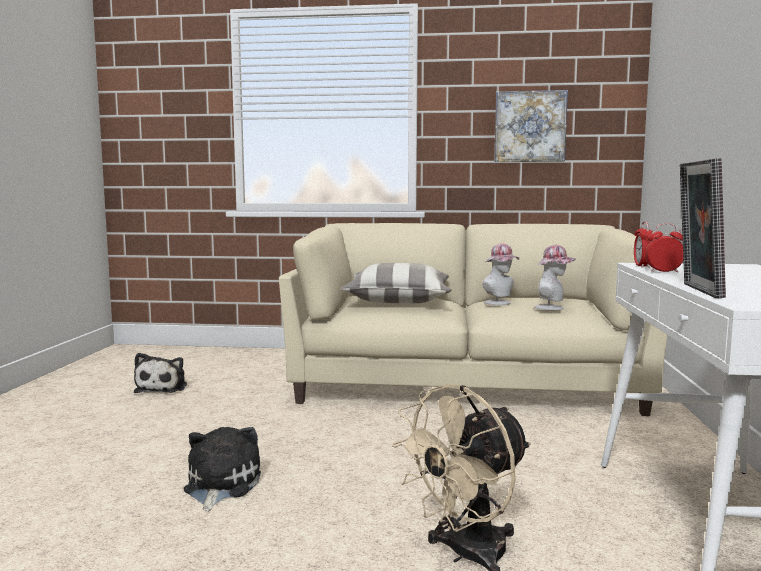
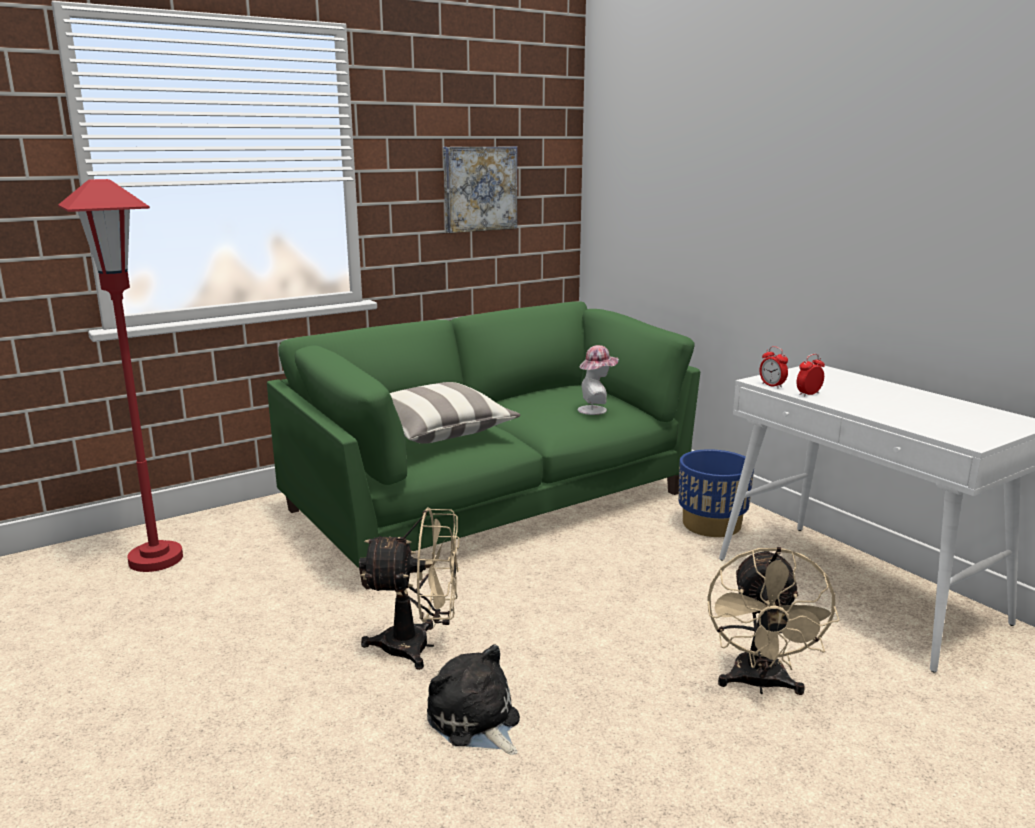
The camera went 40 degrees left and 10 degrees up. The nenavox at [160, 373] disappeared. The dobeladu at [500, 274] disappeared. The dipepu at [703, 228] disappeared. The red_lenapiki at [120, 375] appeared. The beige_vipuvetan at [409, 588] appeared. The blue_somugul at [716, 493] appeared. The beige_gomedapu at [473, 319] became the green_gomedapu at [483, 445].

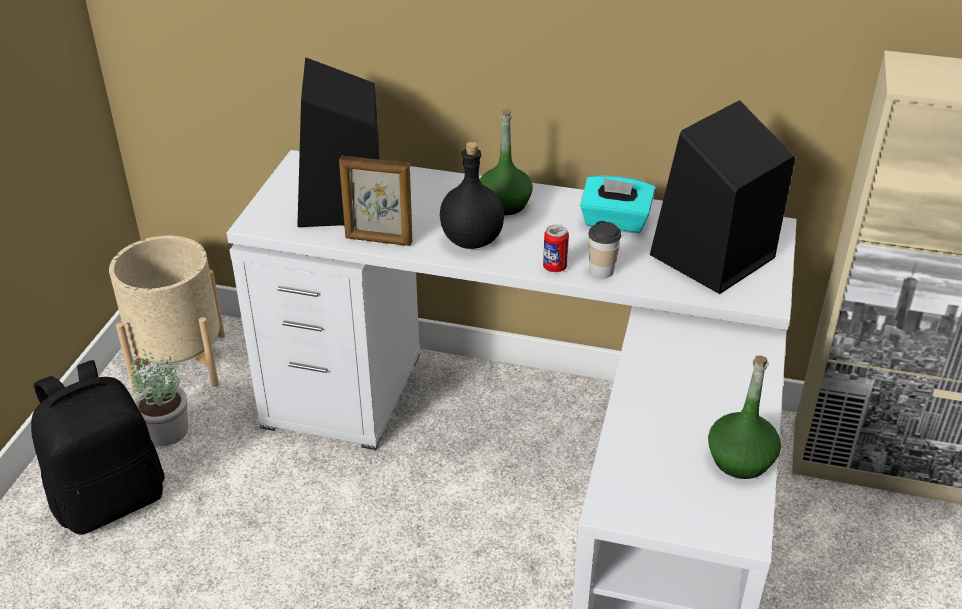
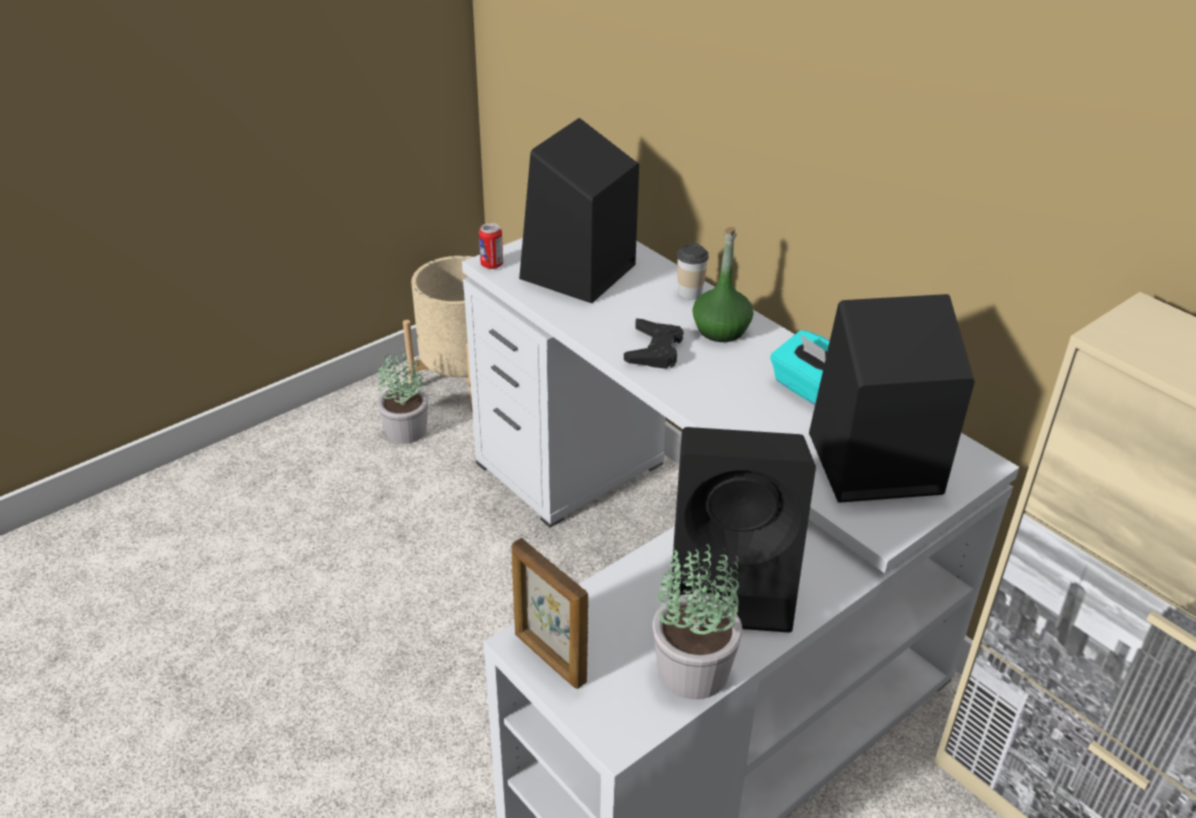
The camera went 35 degrees right and 0 degrees up. The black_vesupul at [98, 447] disappeared. The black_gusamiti at [743, 530] appeared. The dipepu moved from [375, 200] to [549, 613]. The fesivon moved from [556, 248] to [491, 246]. The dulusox moved from [604, 249] to [693, 271]. The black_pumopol at [472, 195] was replaced by the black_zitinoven at [654, 343]. The green_pumopol at [744, 417] was replaced by the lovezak at [698, 622].

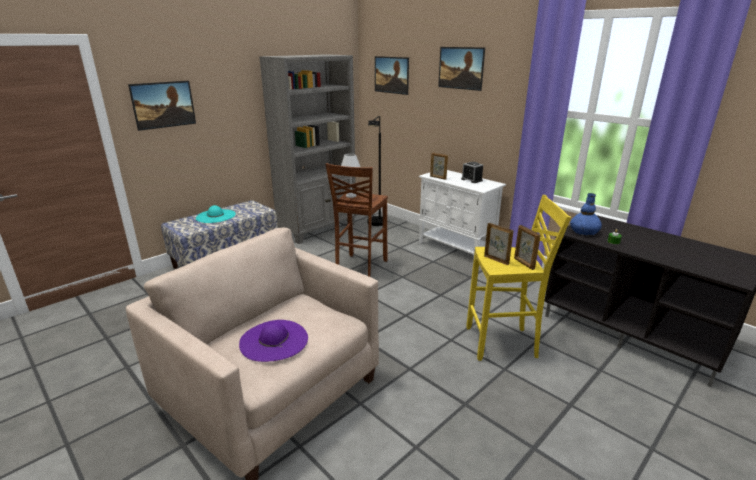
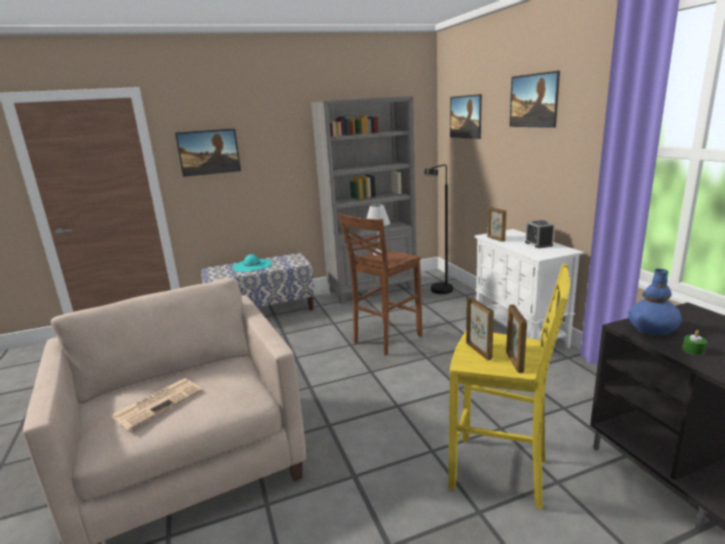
The camera went 25 degrees right and 5 degrees down. The purple_dobeladu at [273, 341] was replaced by the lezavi at [157, 404].

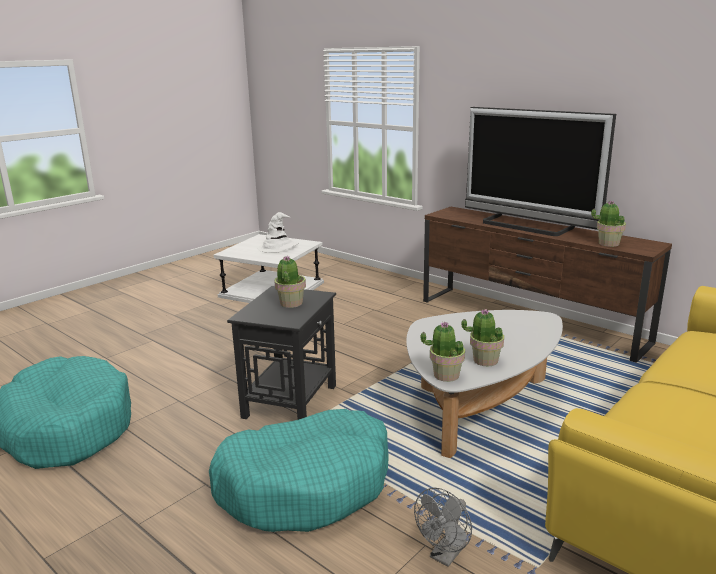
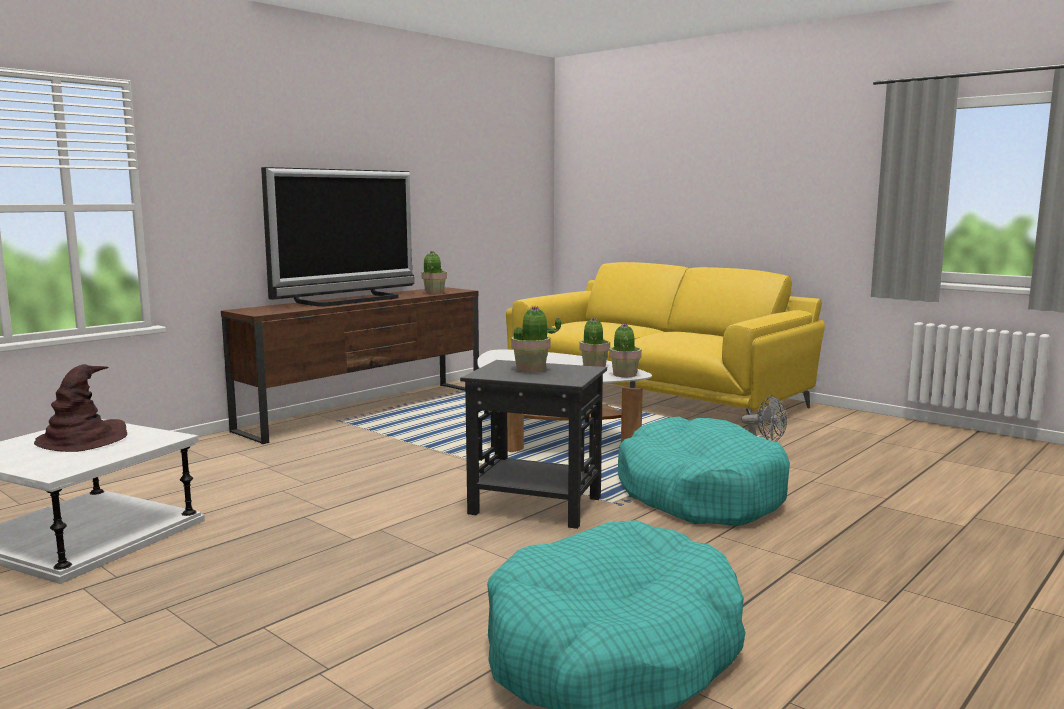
The camera went 90 degrees left and 10 degrees down. The white_dobeladu at [278, 232] became the brown_dobeladu at [80, 408].

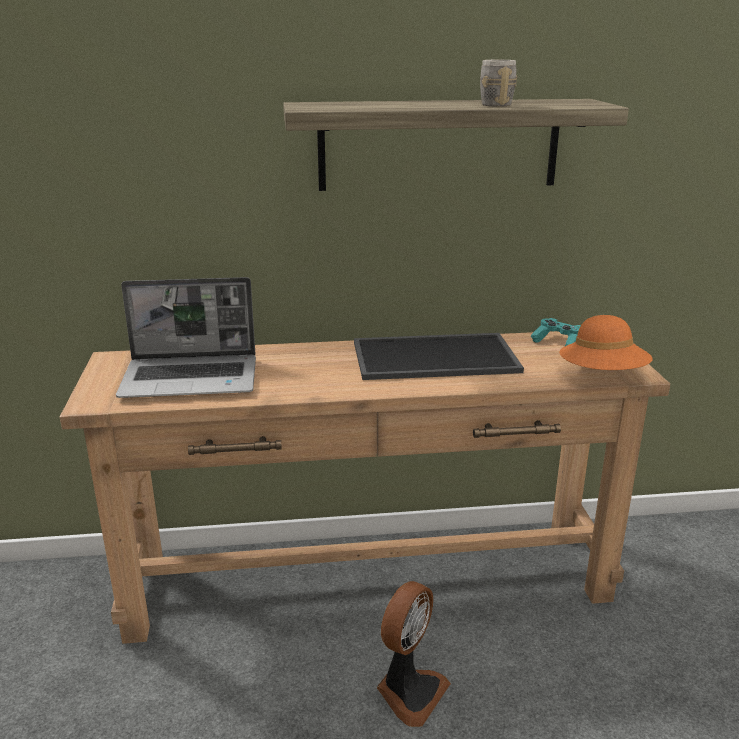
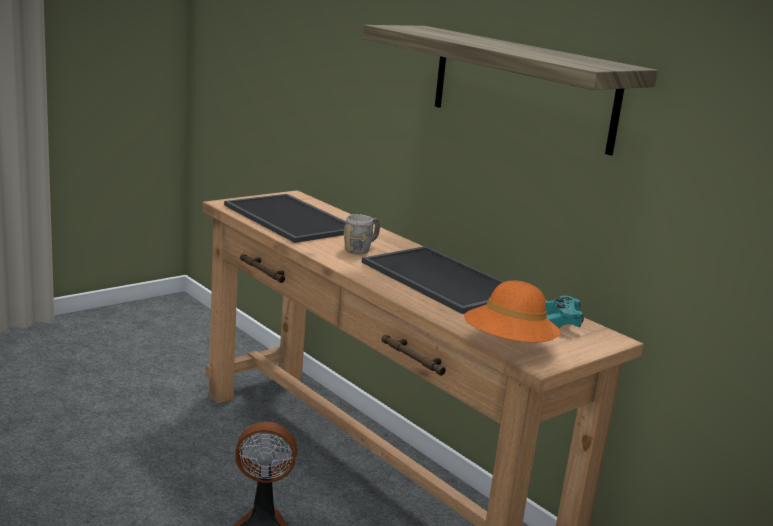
The camera went 55 degrees right and 5 degrees down. The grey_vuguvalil moved from [498, 83] to [362, 234]. The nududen at [186, 337] was replaced by the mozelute at [285, 218].

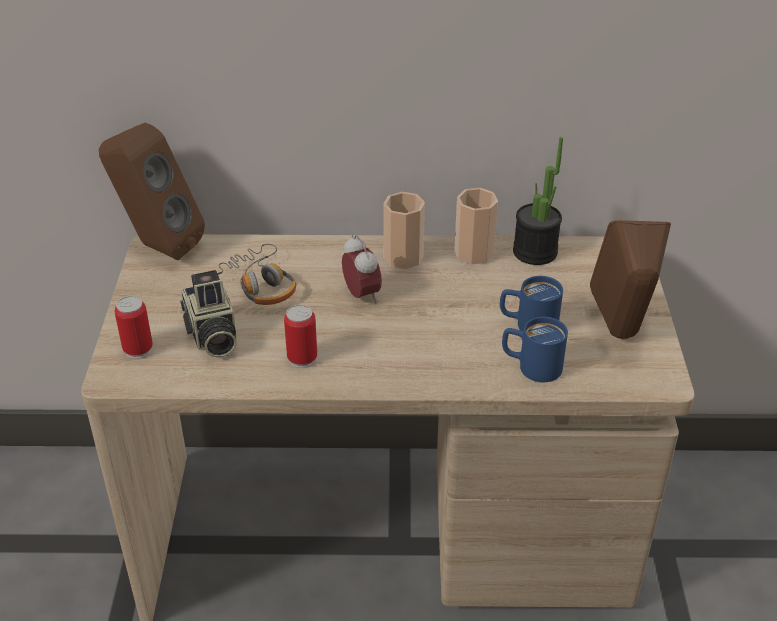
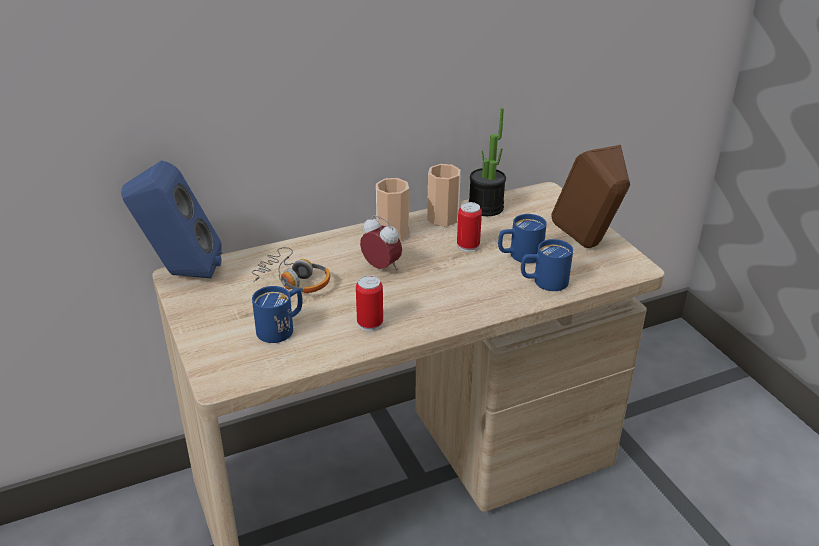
The camera went 25 degrees left and 5 degrees down. The fesivon moved from [134, 327] to [469, 227]. The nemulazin at [208, 314] was replaced by the blue_vuguvalil at [277, 314]. The brown_gusamiti at [152, 191] became the blue_gusamiti at [171, 219].

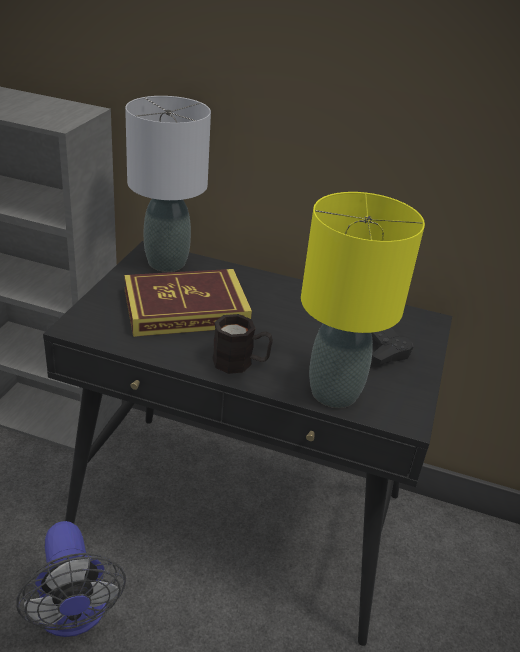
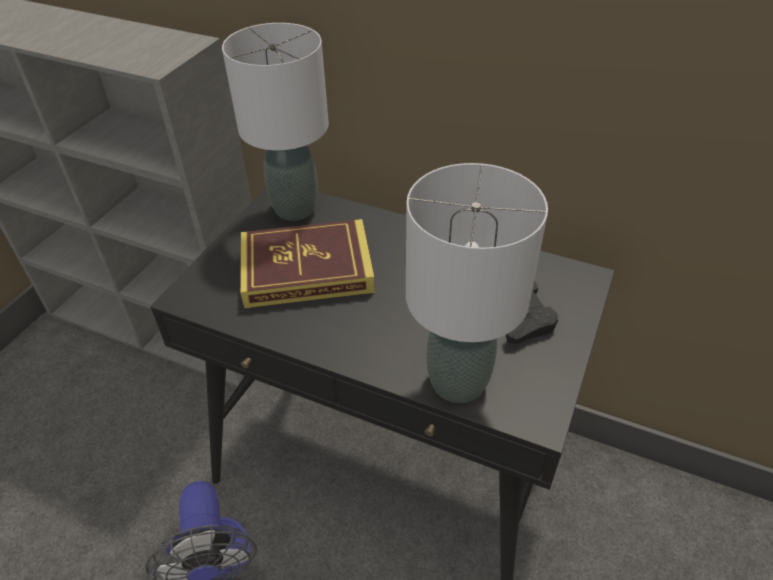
The camera went 10 degrees right and 10 degrees up. The black_vuguvalil at [242, 344] disappeared. The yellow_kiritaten at [363, 300] became the grey_kiritaten at [477, 283].

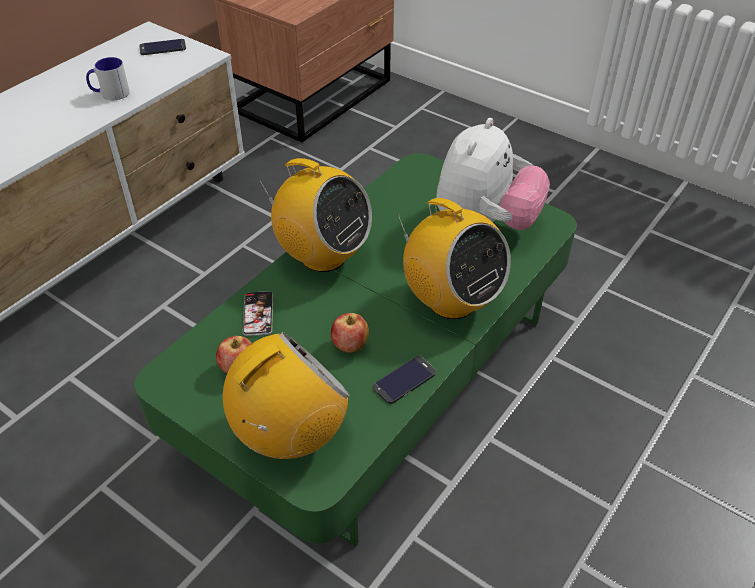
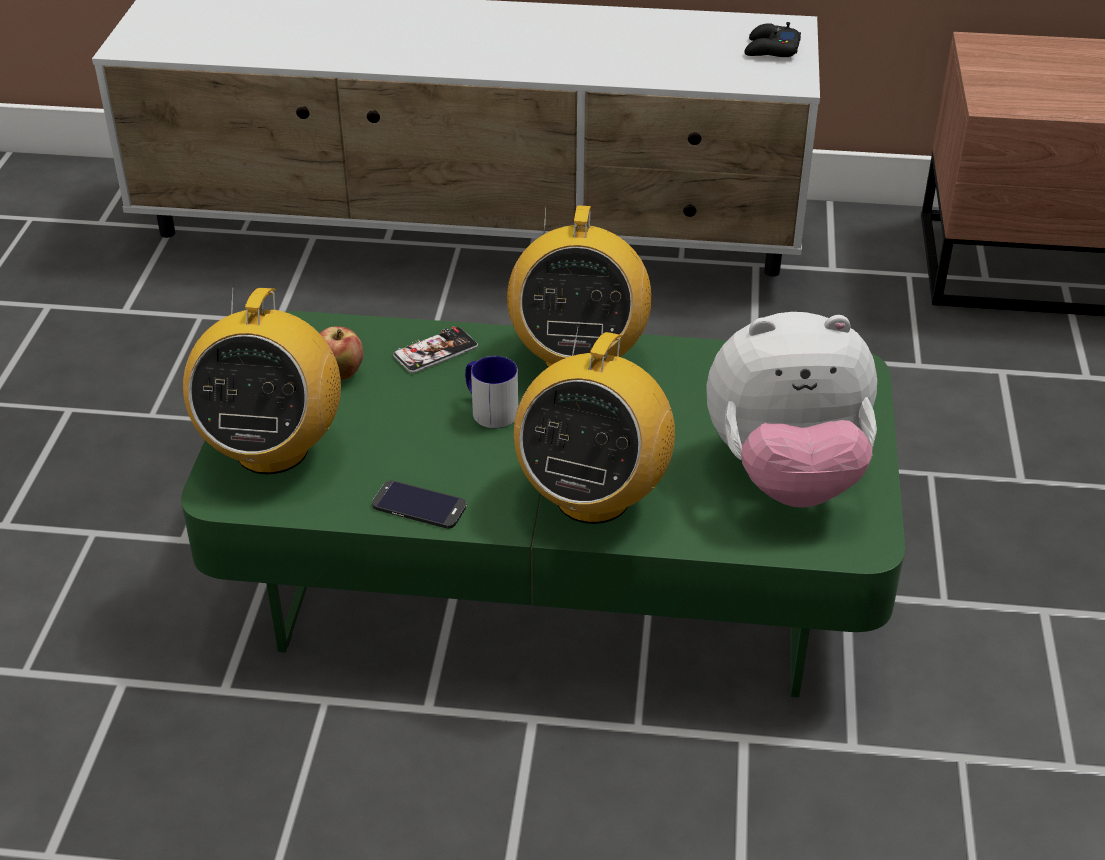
The camera went 60 degrees right and 5 degrees down. The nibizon at [350, 333] disappeared. The vuguvalil moved from [108, 78] to [491, 392]. The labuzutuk at [162, 47] was replaced by the black_zitinoven at [772, 39]. The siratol at [286, 395] turned 75 degrees clockwise.

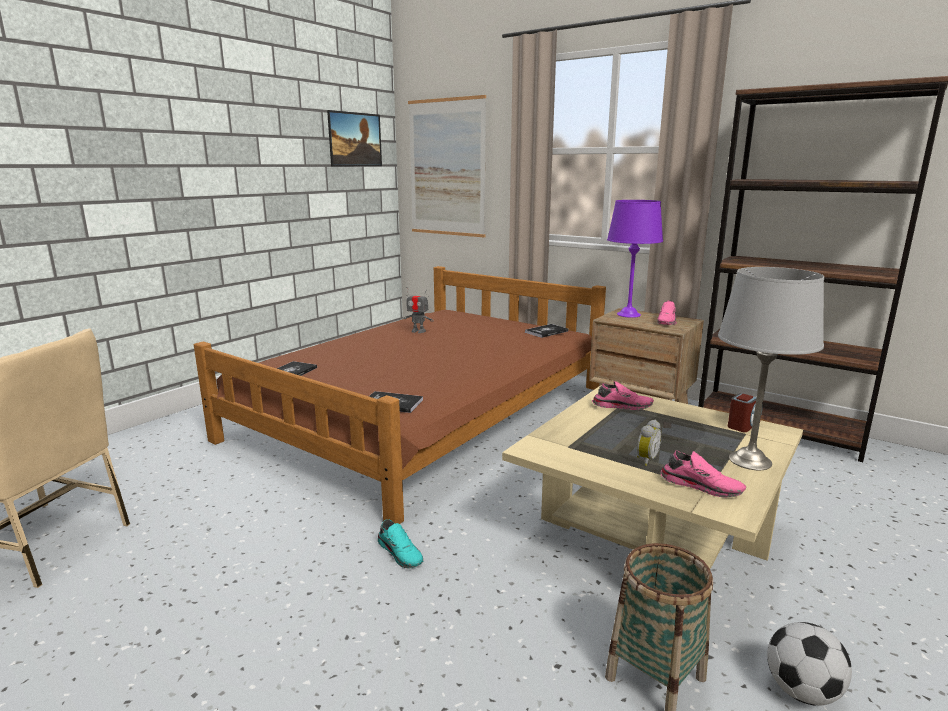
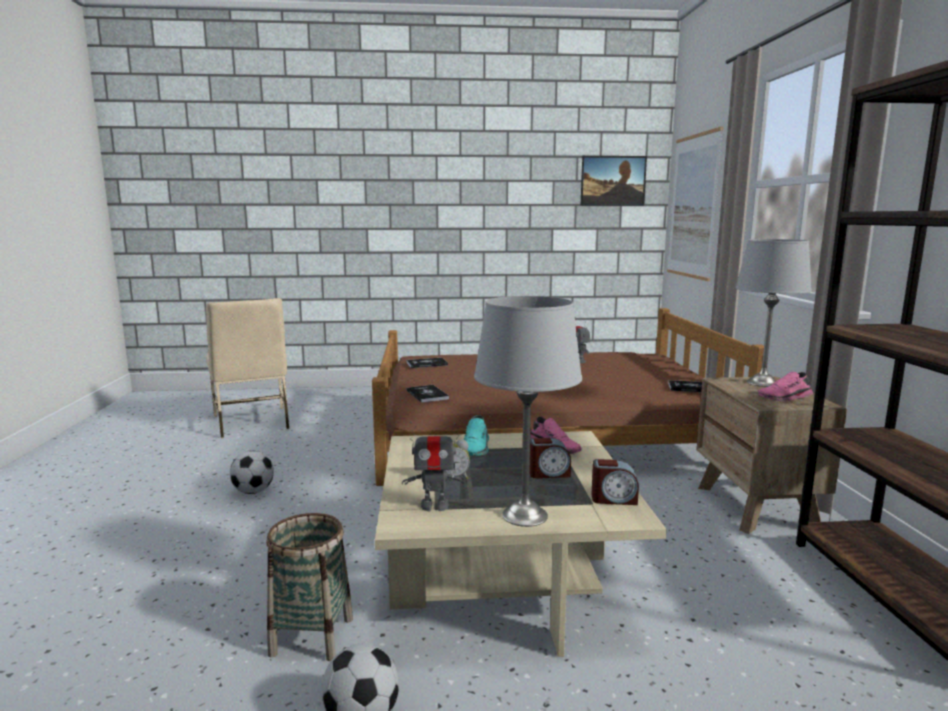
The camera went 50 degrees right and 5 degrees down. The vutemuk at [252, 472] appeared. The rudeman at [550, 458] appeared. The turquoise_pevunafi moved from [400, 544] to [476, 435]. The pink_pevunafi at [703, 474] was replaced by the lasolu at [434, 466]. The purple_kiritaten at [635, 259] became the grey_kiritaten at [773, 313].

